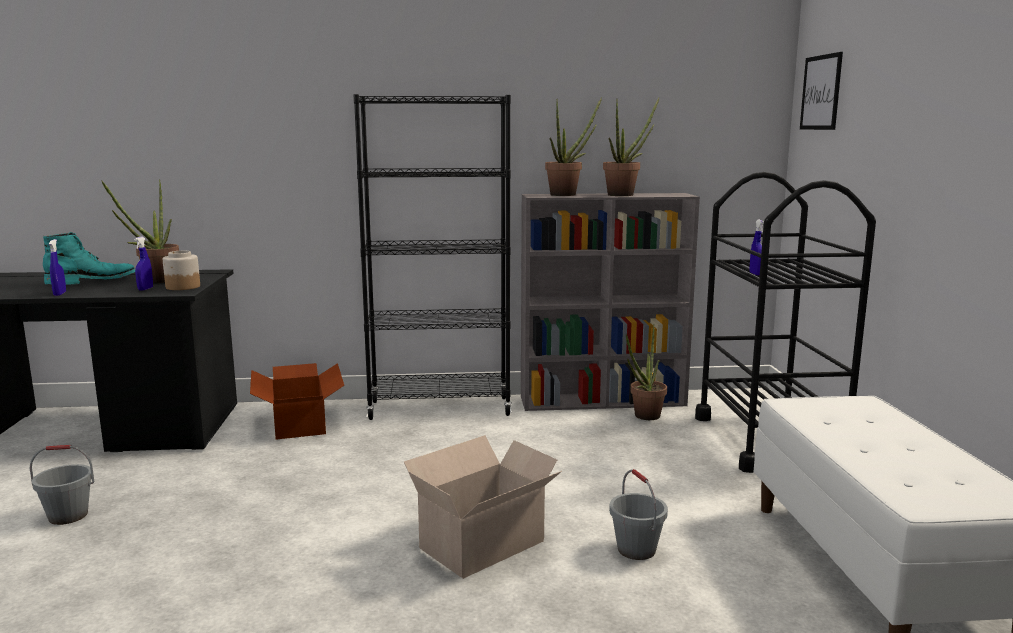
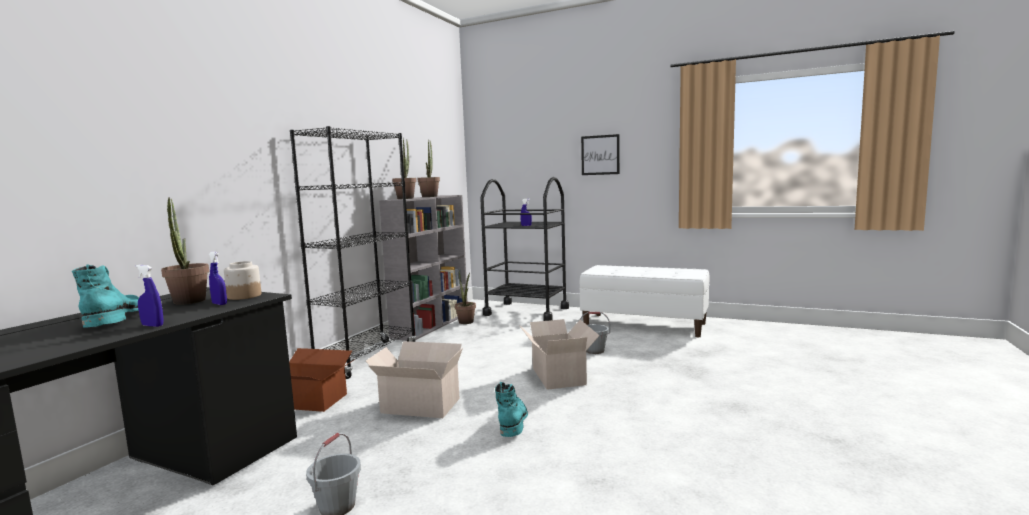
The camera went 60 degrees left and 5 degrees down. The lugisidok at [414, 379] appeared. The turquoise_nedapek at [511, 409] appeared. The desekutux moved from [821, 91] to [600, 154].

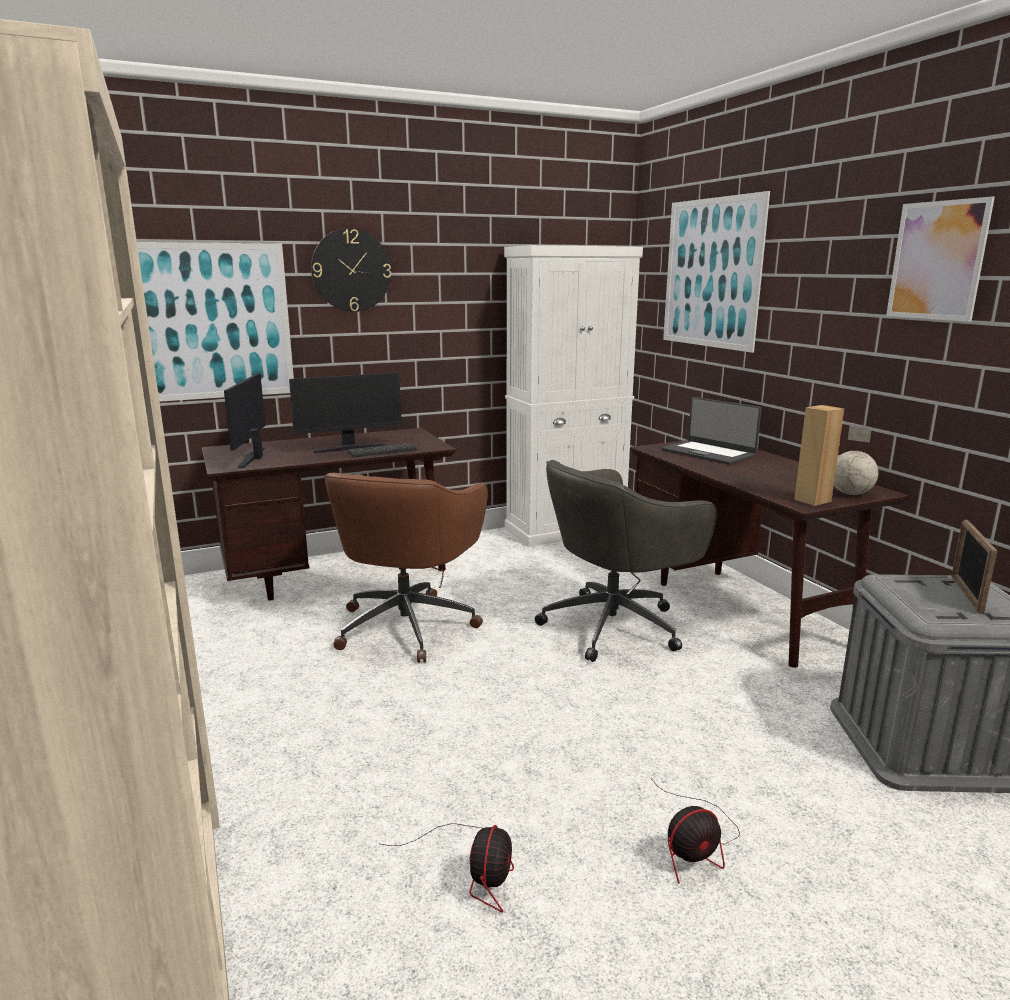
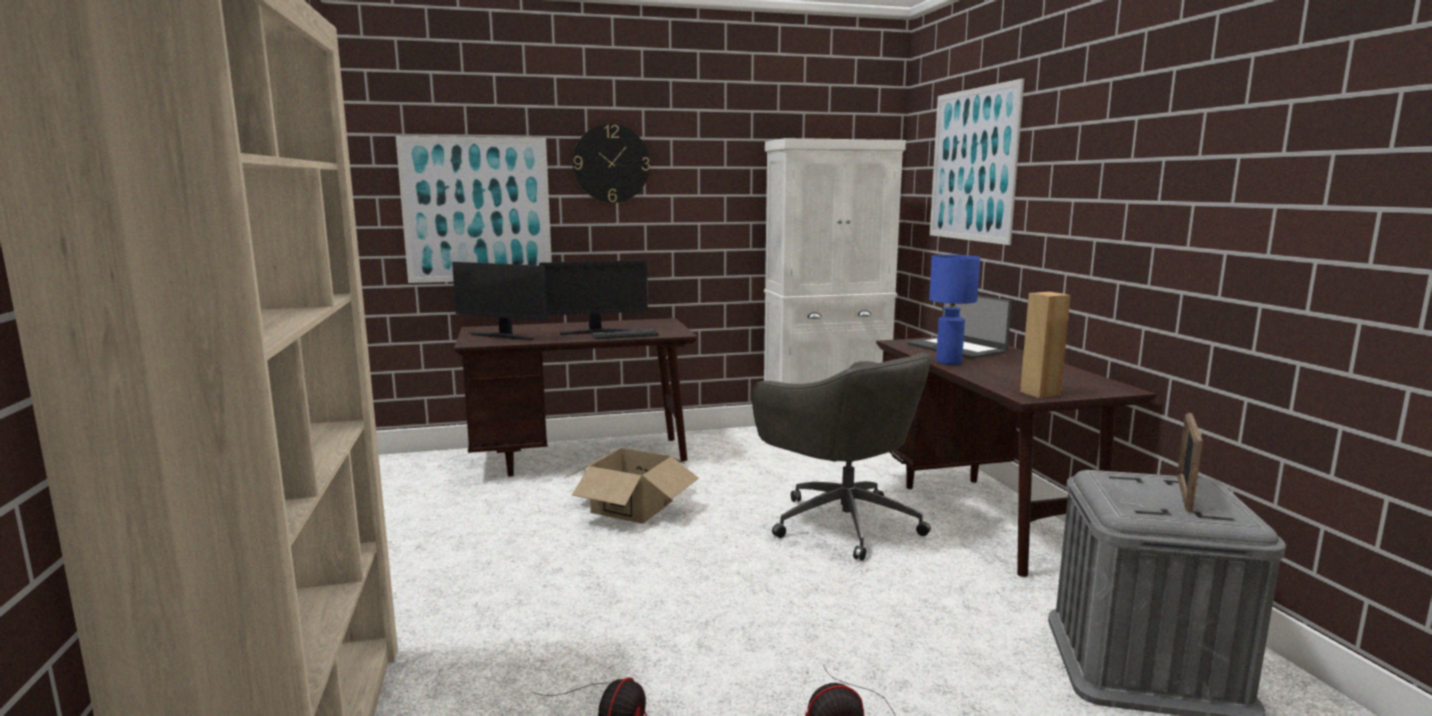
The camera went 10 degrees right and 5 degrees down. The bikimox at [856, 460] disappeared. The desekutux at [940, 259] disappeared. The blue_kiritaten at [954, 310] appeared. The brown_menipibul at [406, 568] was replaced by the lugisidok at [631, 486]. The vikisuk at [245, 420] turned 75 degrees counterclockwise. The grey_menipibul at [626, 561] turned 105 degrees counterclockwise.

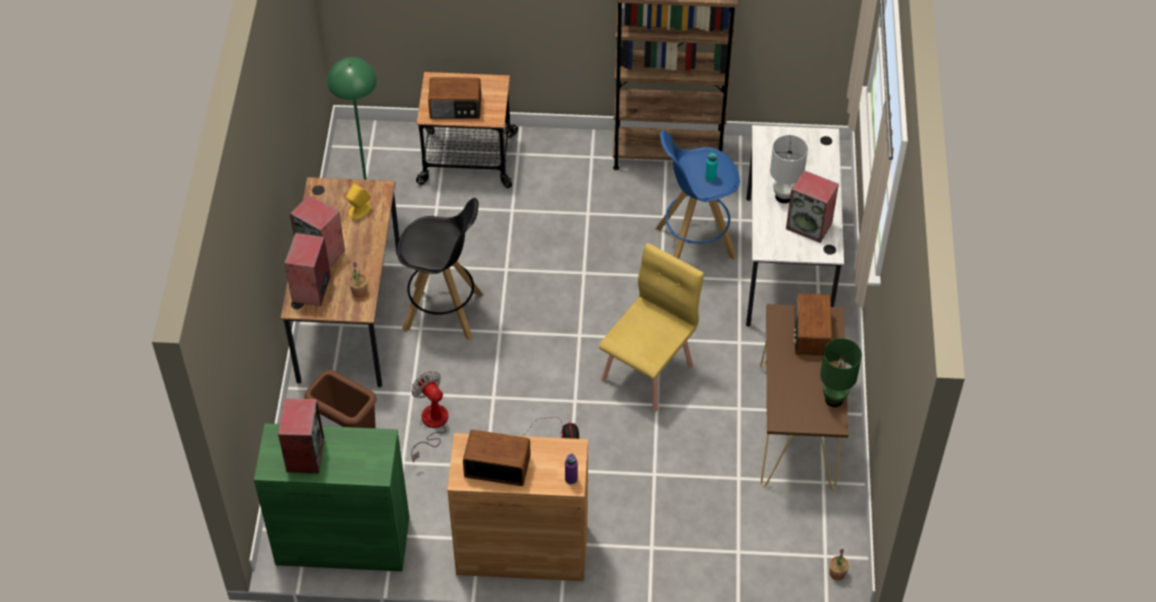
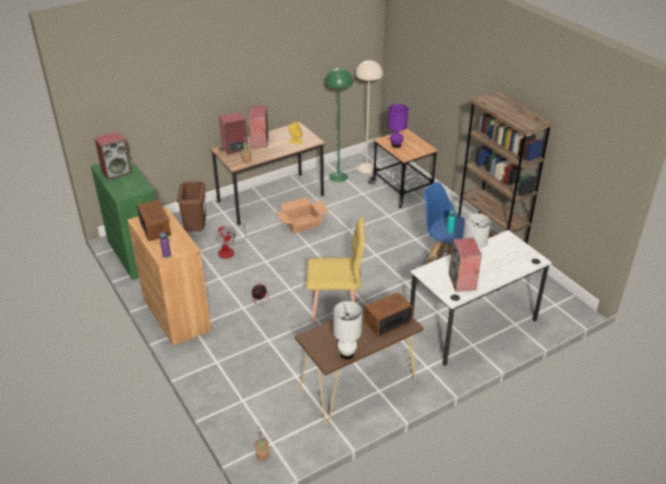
The camera went 55 degrees right and 15 degrees down. The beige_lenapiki at [369, 116] appeared. The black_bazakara at [440, 269] was replaced by the lugisidok at [302, 215]. The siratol at [454, 98] was replaced by the purple_kiritaten at [398, 126]. The green_kiritaten at [841, 372] became the white_kiritaten at [347, 330]. The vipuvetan at [429, 416] turned 135 degrees clockwise.

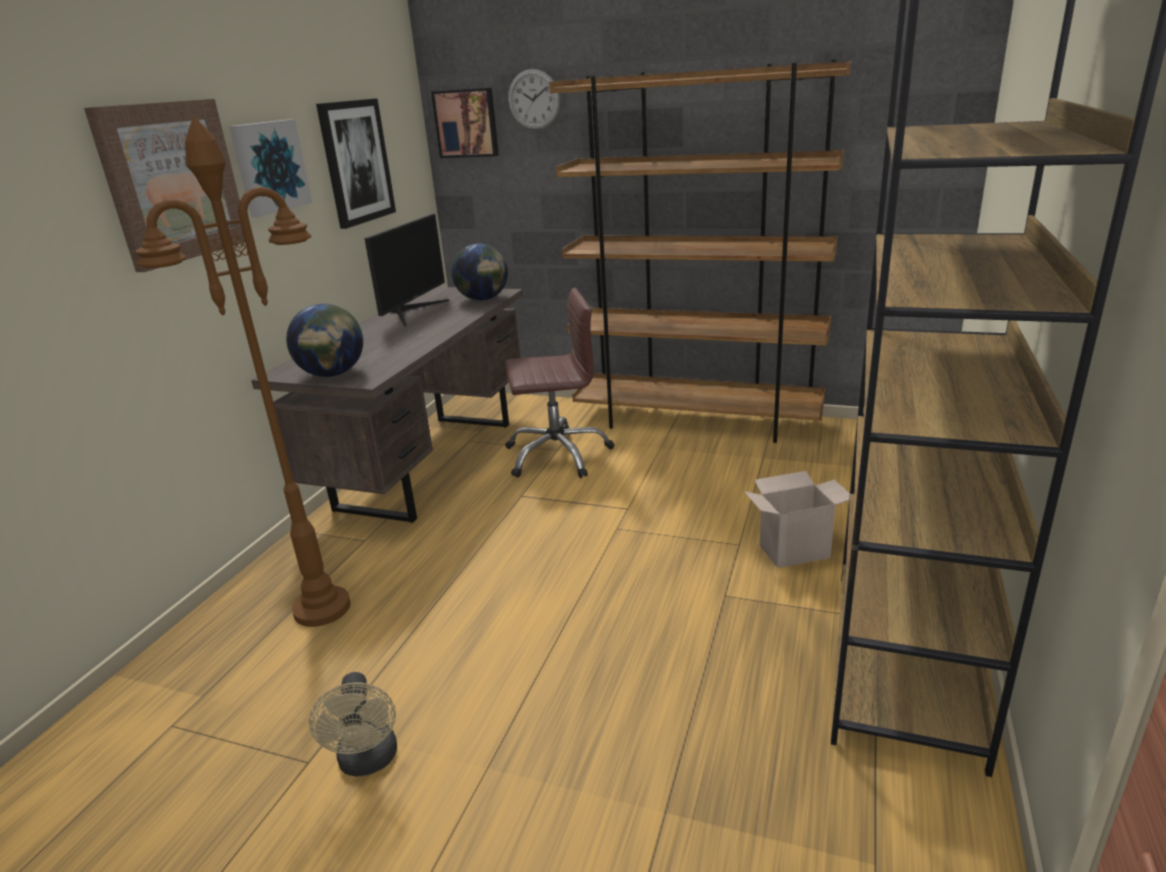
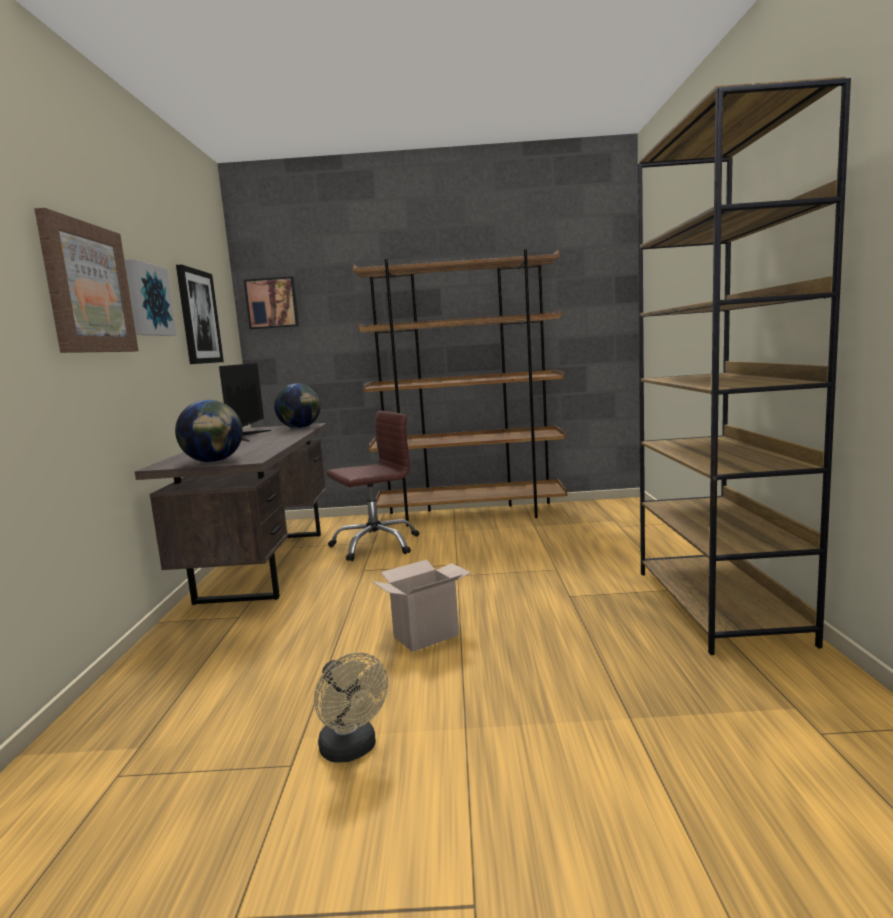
The camera went 20 degrees left and 15 degrees down. The brown_lenapiki at [243, 371] disappeared. The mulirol at [534, 99] disappeared. The lugisidok moved from [797, 519] to [421, 606].

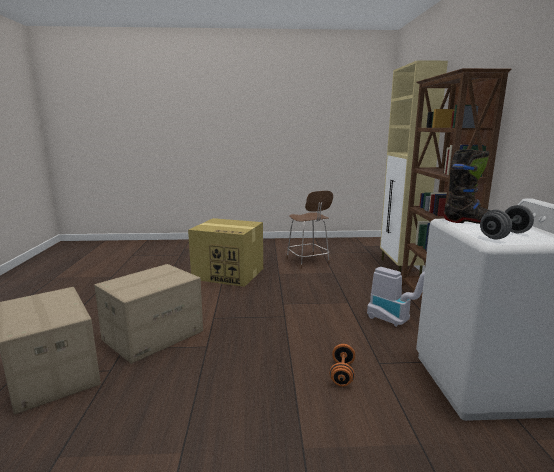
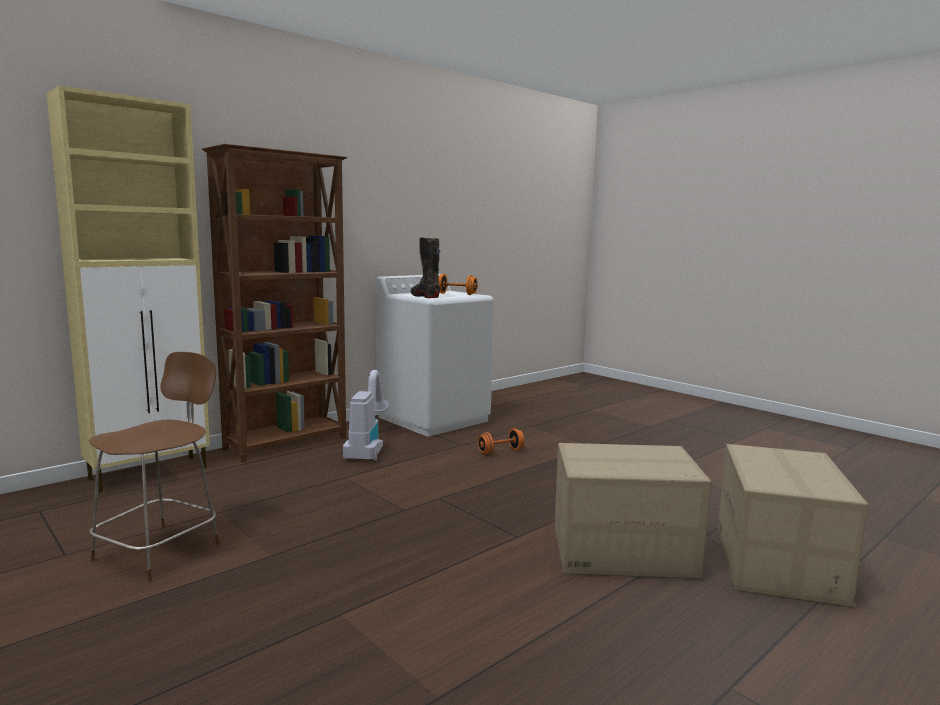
The camera went 130 degrees left and 5 degrees down. The lugisidok at [225, 252] disappeared. The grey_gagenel at [507, 222] became the orange_gagenel at [458, 284].

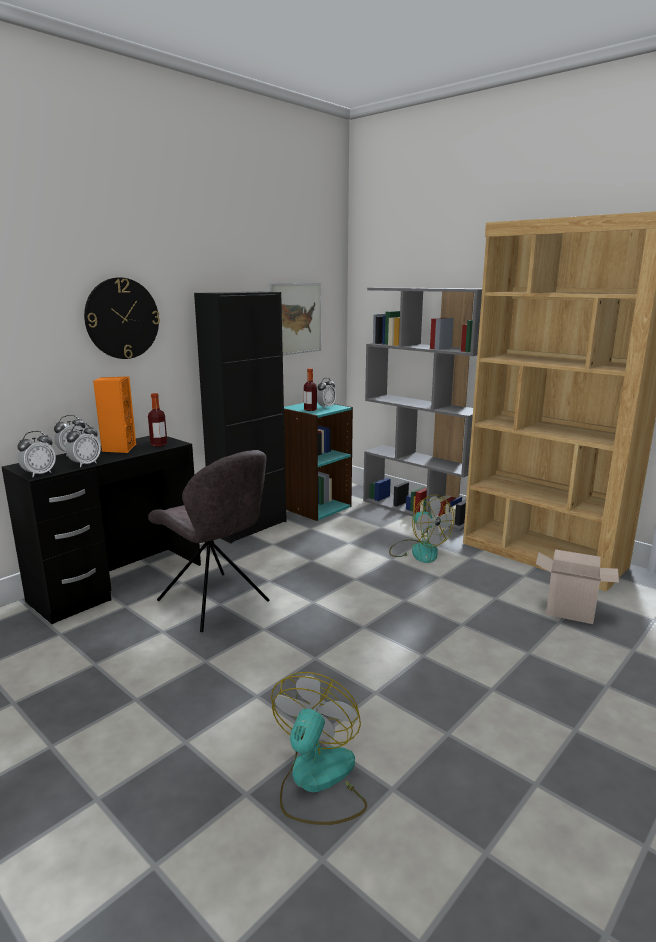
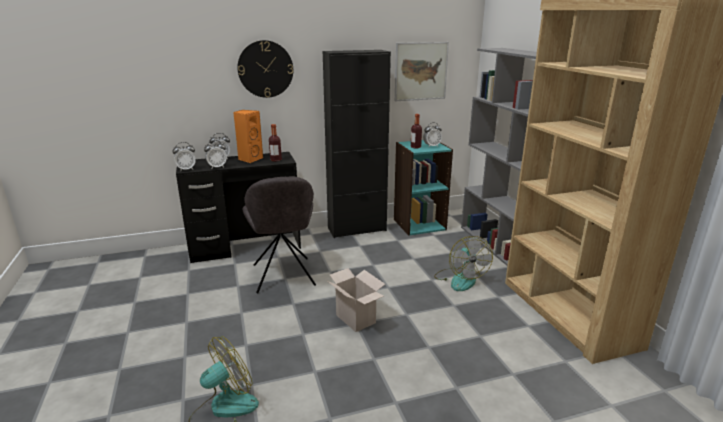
The camera went 30 degrees right and 5 degrees up. The lugisidok moved from [577, 586] to [356, 300].

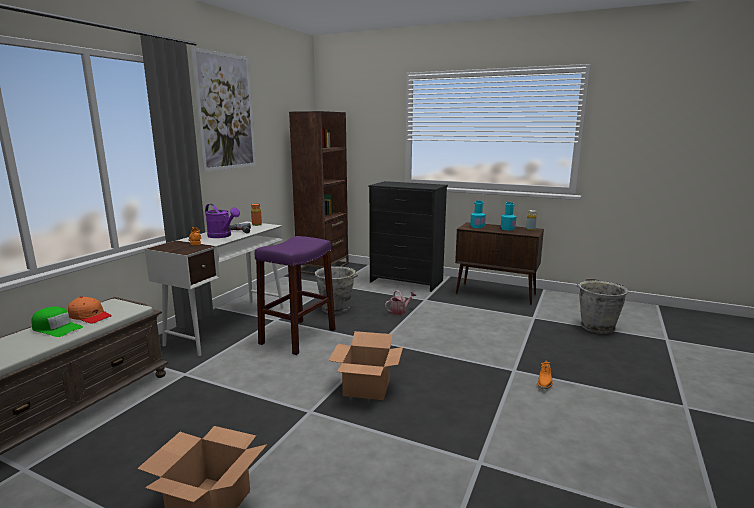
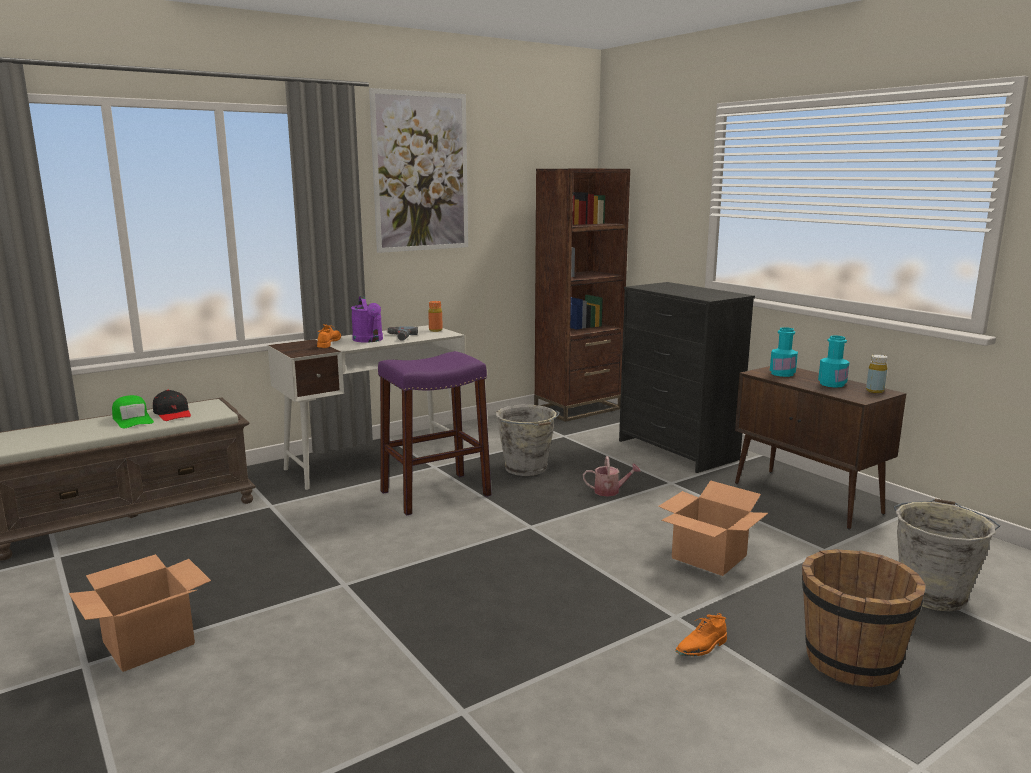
The camera went 30 degrees right and 0 degrees up. The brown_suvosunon at [864, 618] appeared. The lugisidok moved from [365, 365] to [713, 528]. The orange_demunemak at [89, 310] became the black_demunemak at [172, 405].

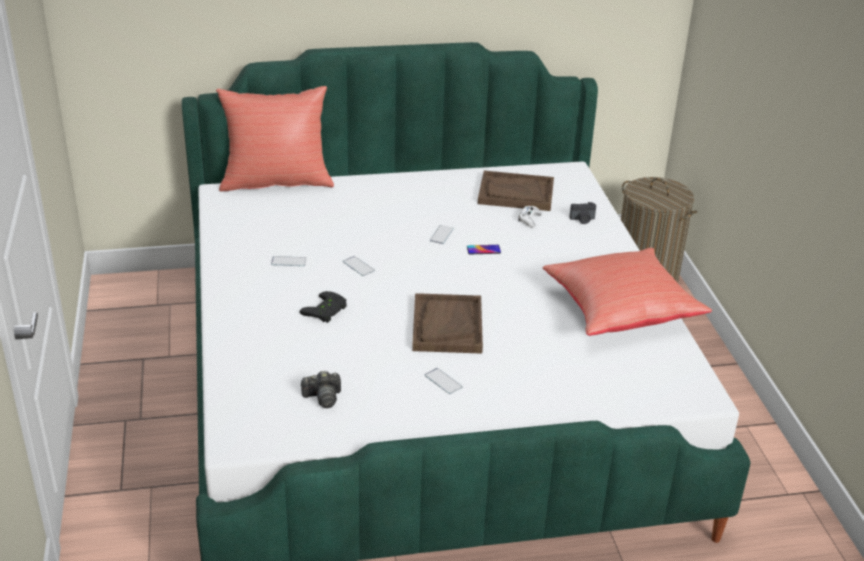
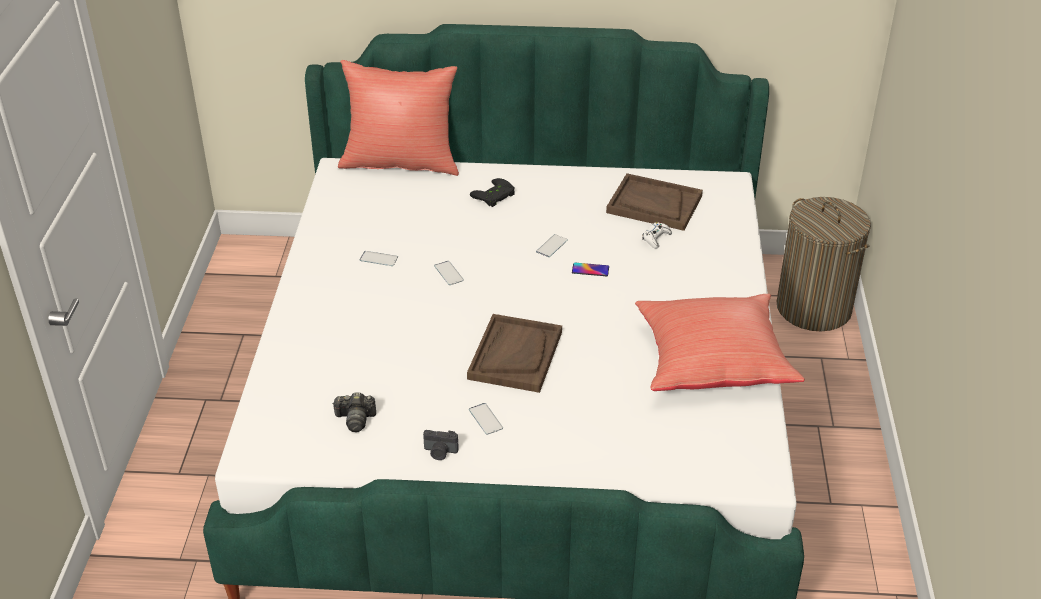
The camera went 15 degrees right and 5 degrees up. The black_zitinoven moved from [323, 307] to [492, 192]. The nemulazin moved from [582, 213] to [441, 445].

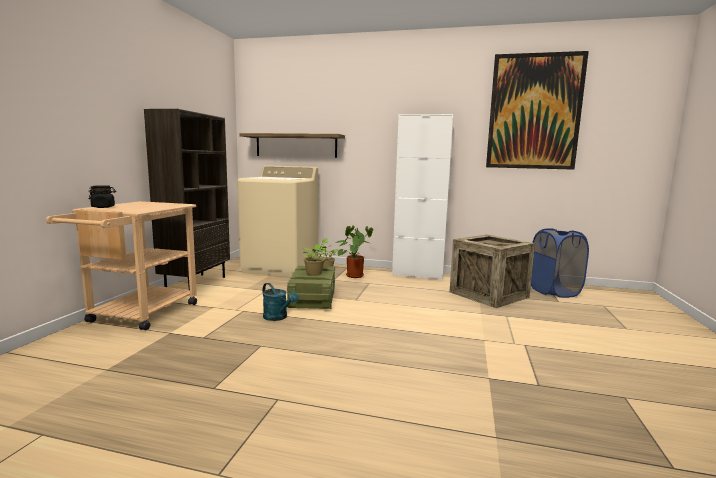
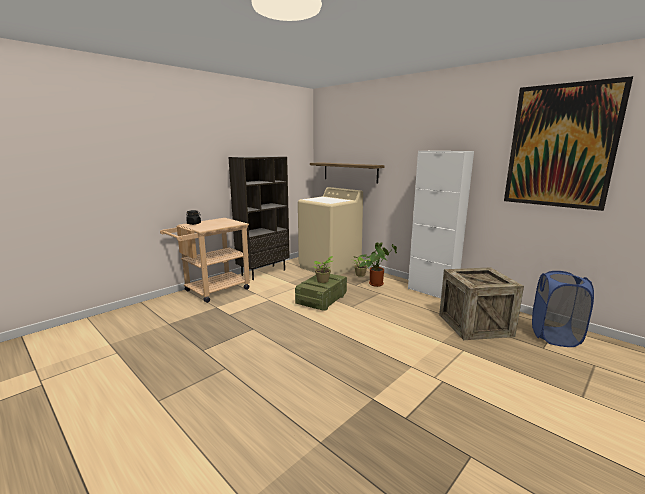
The camera went 30 degrees right and 5 degrees up. The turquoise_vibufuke at [280, 302] disappeared.

